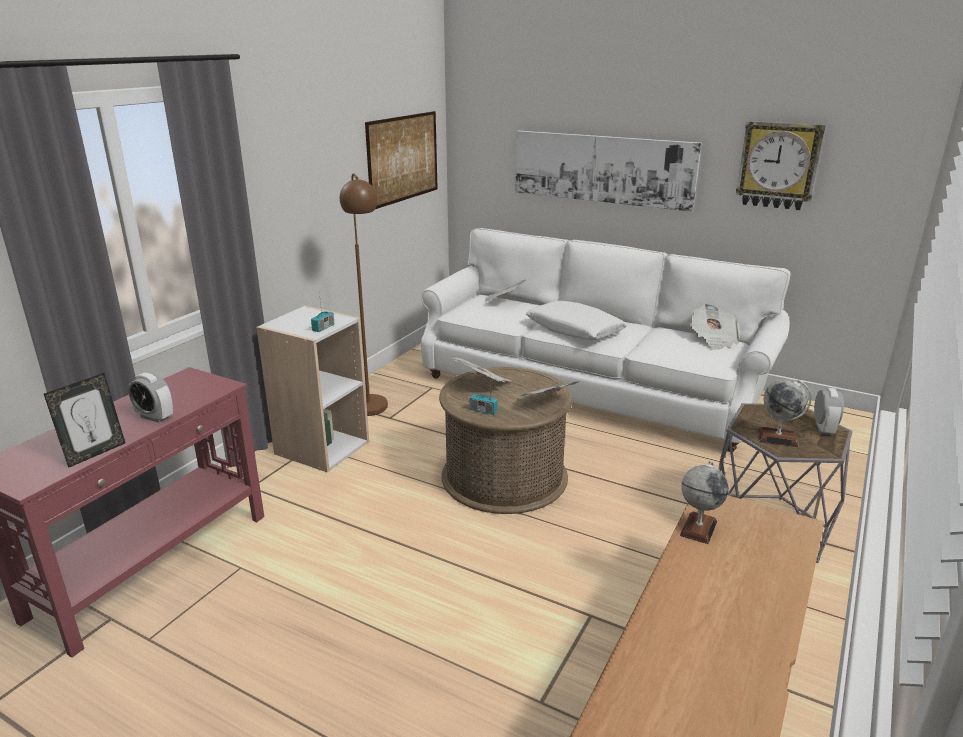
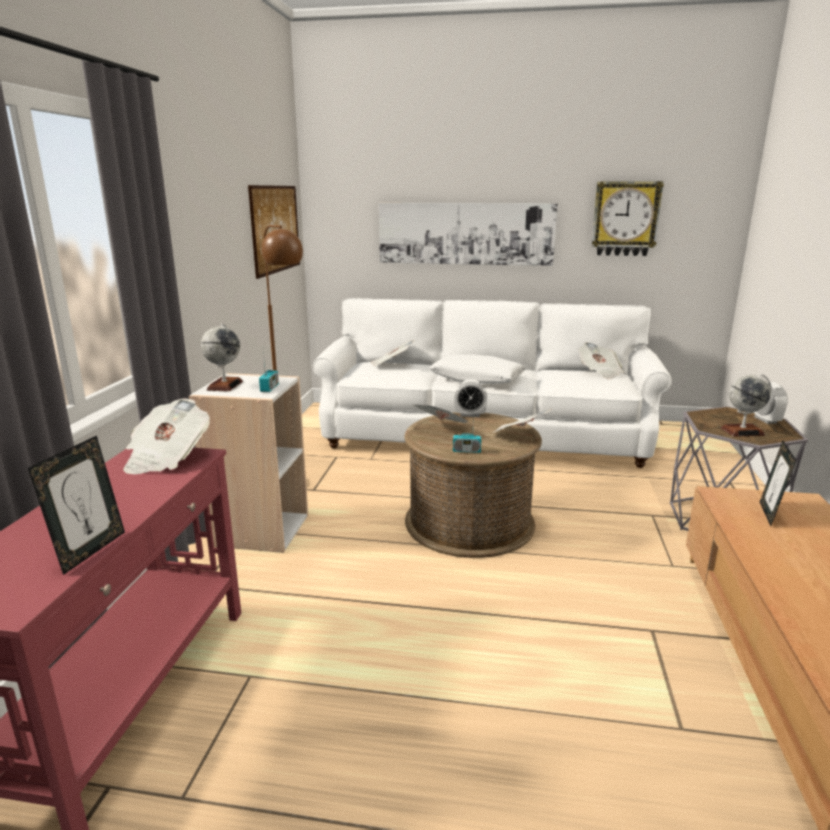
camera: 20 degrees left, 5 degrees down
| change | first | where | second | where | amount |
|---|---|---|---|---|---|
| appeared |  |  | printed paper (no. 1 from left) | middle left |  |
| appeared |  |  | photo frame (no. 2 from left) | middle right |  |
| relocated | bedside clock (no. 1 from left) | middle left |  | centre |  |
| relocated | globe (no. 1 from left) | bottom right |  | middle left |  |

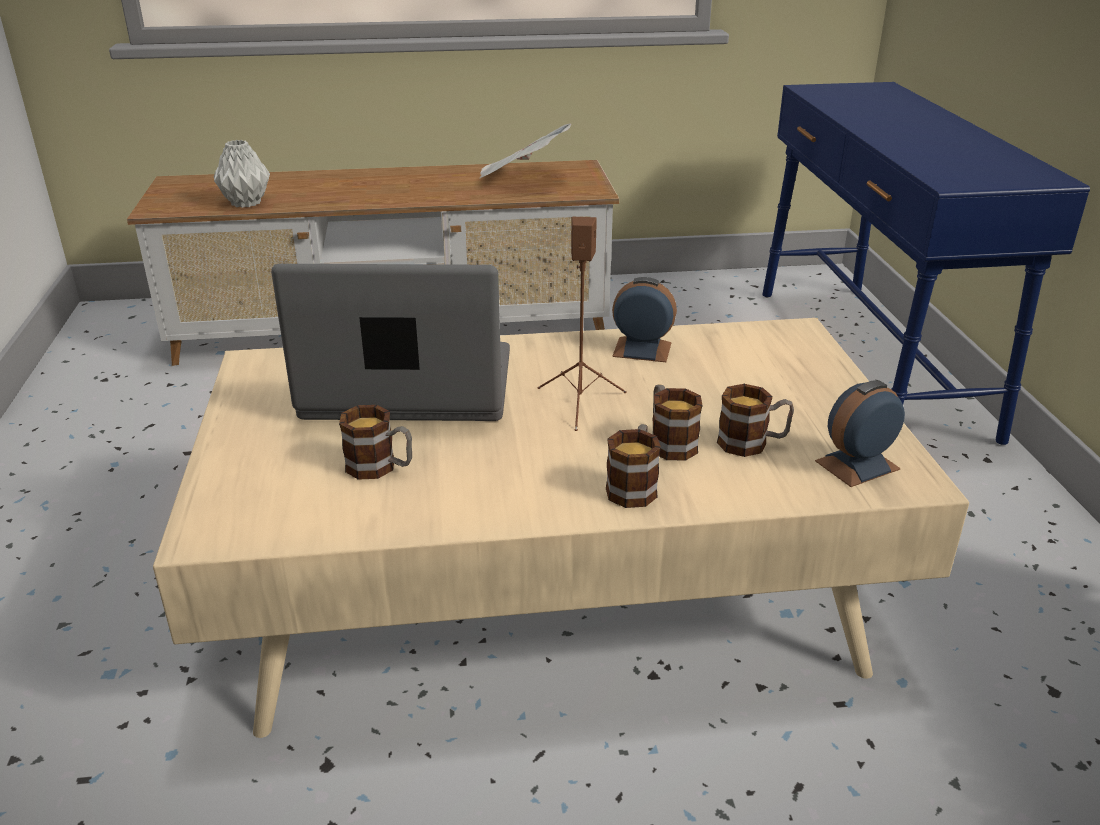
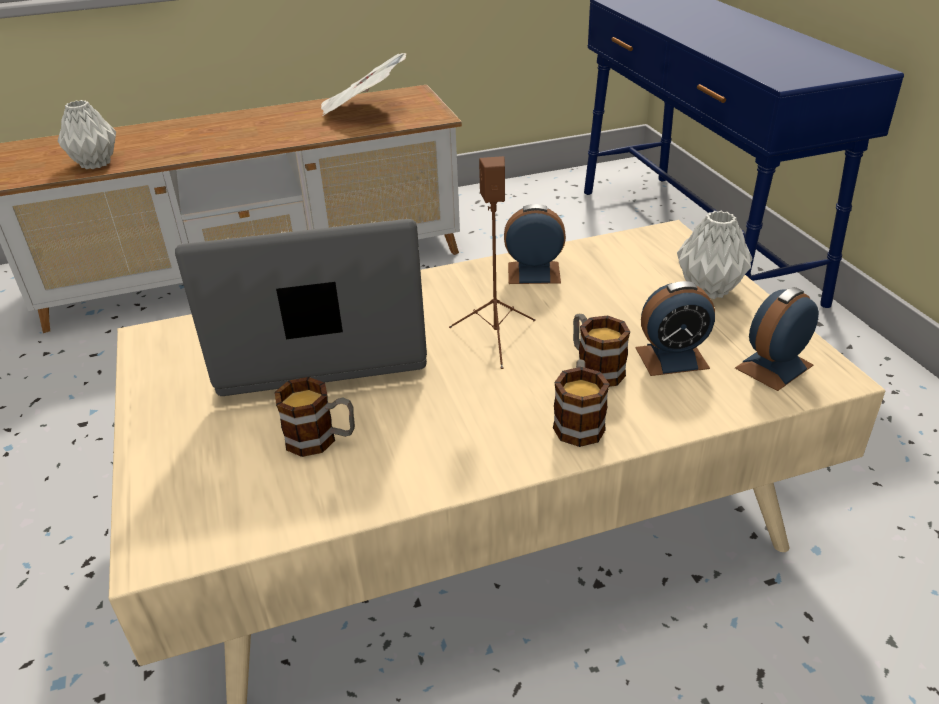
camera: 10 degrees left, 5 degrees up
| change | first | where | second | where | amount |
|---|---|---|---|---|---|
| appeared |  |  | flower vase (grey) (no. 2 from left) | middle right |  |
| exchanged | tea mug (no. 4 from left) | middle right | bedside clock (no. 2 from left) | middle right |  |

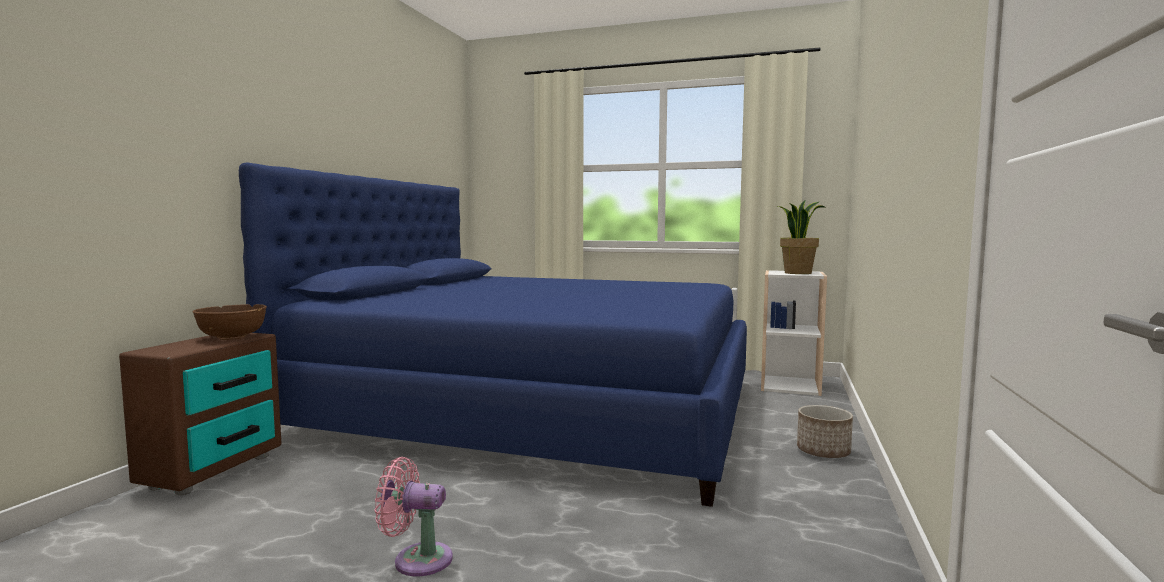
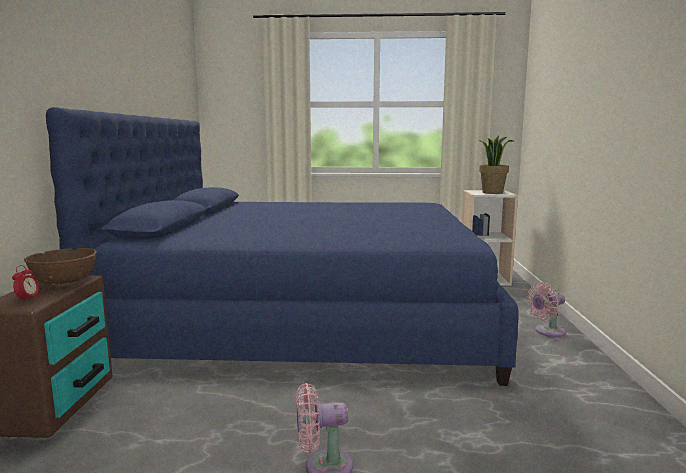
camera: 15 degrees left, 5 degrees up
| change | first | where | second | where | amount |
|---|---|---|---|---|---|
| appeared |  |  | bedside clock | middle left |  |
| exchanged | plant pot | bottom right | fan (pink) (no. 2 from left) | middle right |  |

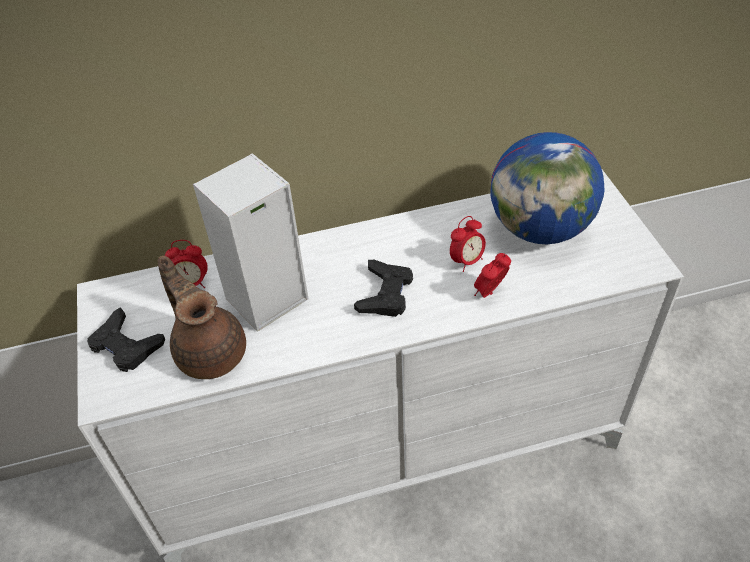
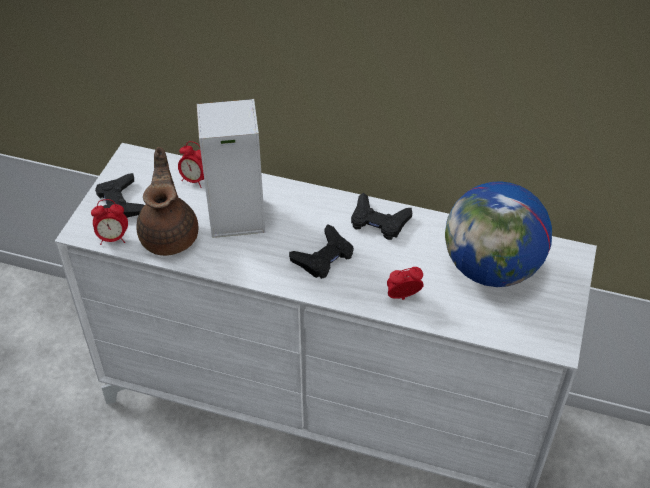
camera: 30 degrees right, 0 degrees up
| change | first | where | second | where | amount |
|---|---|---|---|---|---|
| appeared |  |  | joypad (black-coloured) (no. 3 from left) | centre |  |
| relocated | bedside clock (no. 2 from left in the first image) | centre | bedside clock (no. 1 from left) | middle left |  |

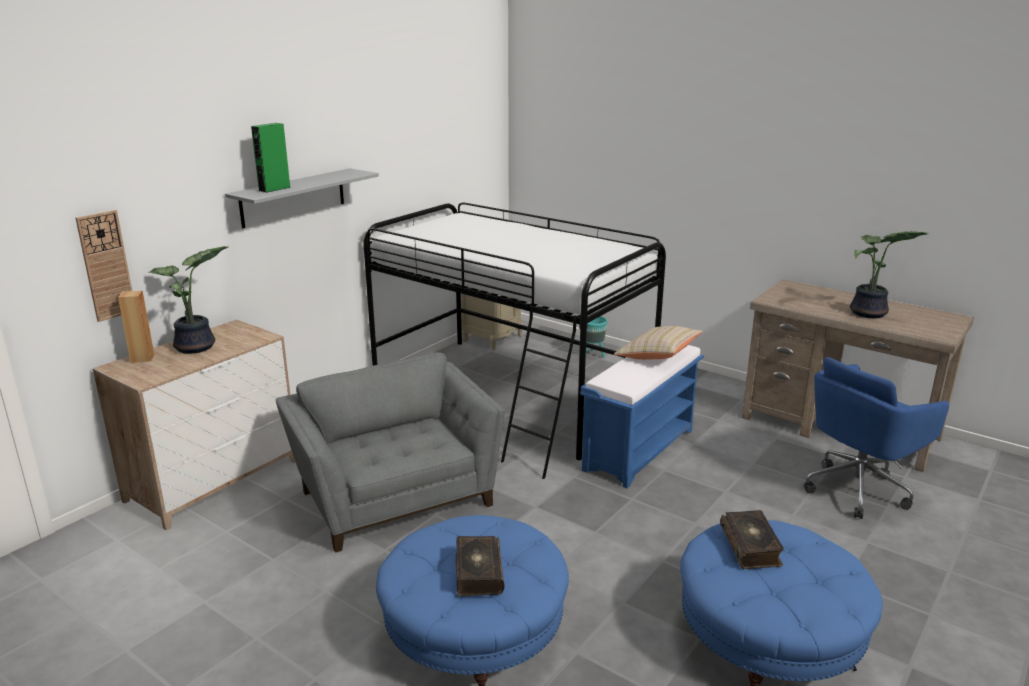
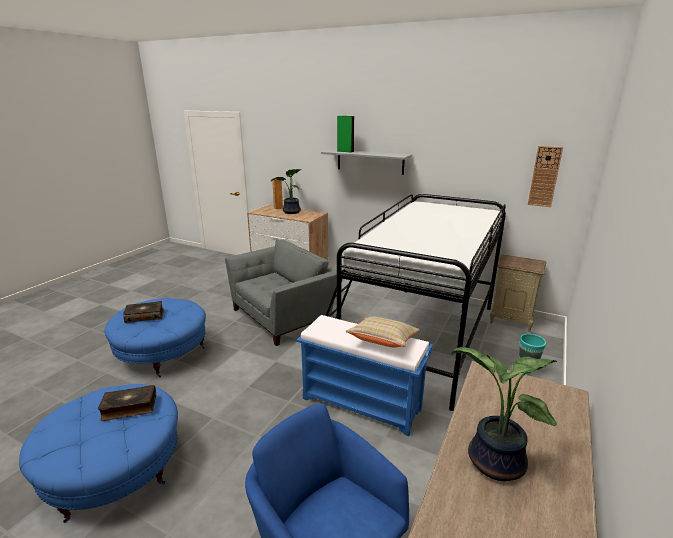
camera: 80 degrees right, 0 degrees up
| change | first | where | second | where | amount |
|---|---|---|---|---|---|
| relocated | hanging clock | middle left |  | top right |  |

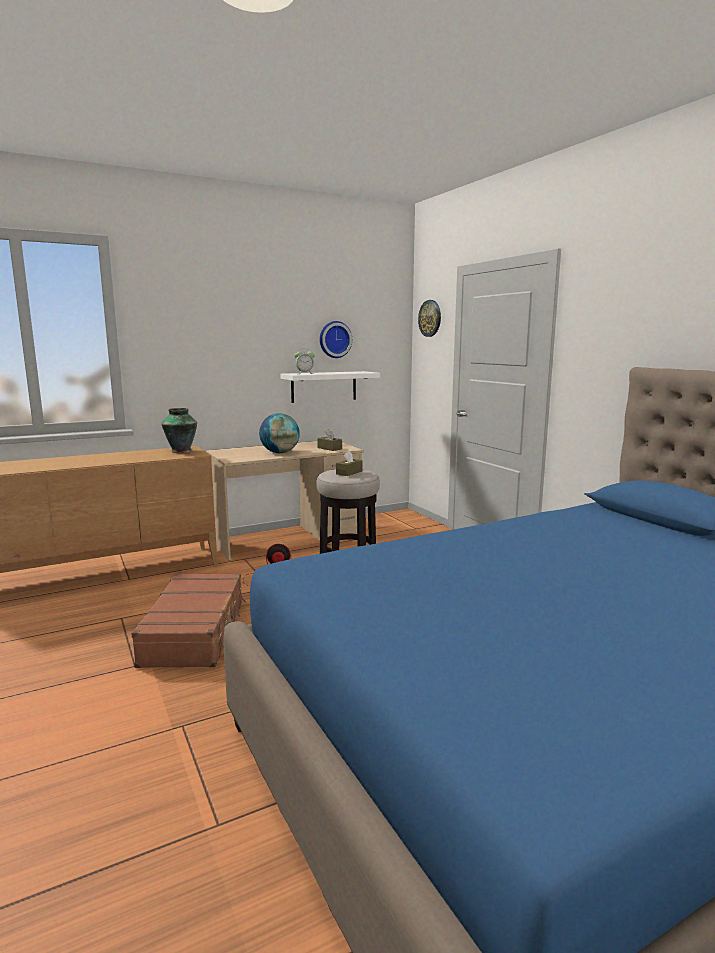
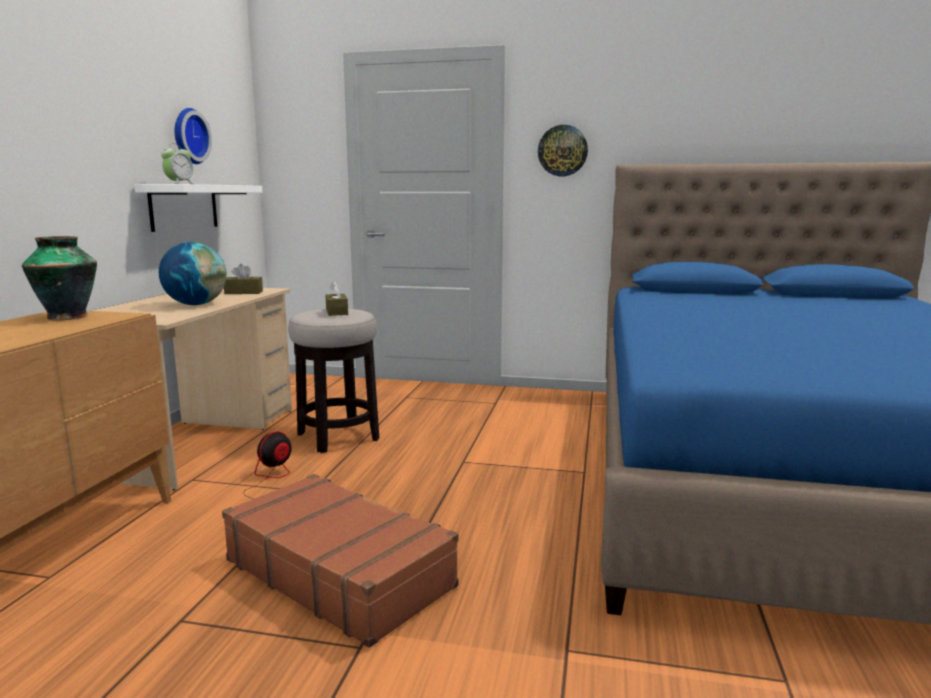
camera: 50 degrees left, 0 degrees up
| change | first | where | second | where | amount |
|---|---|---|---|---|---|
| relocated | hanging clock (no. 2 from left) | centre |  | top centre |  |

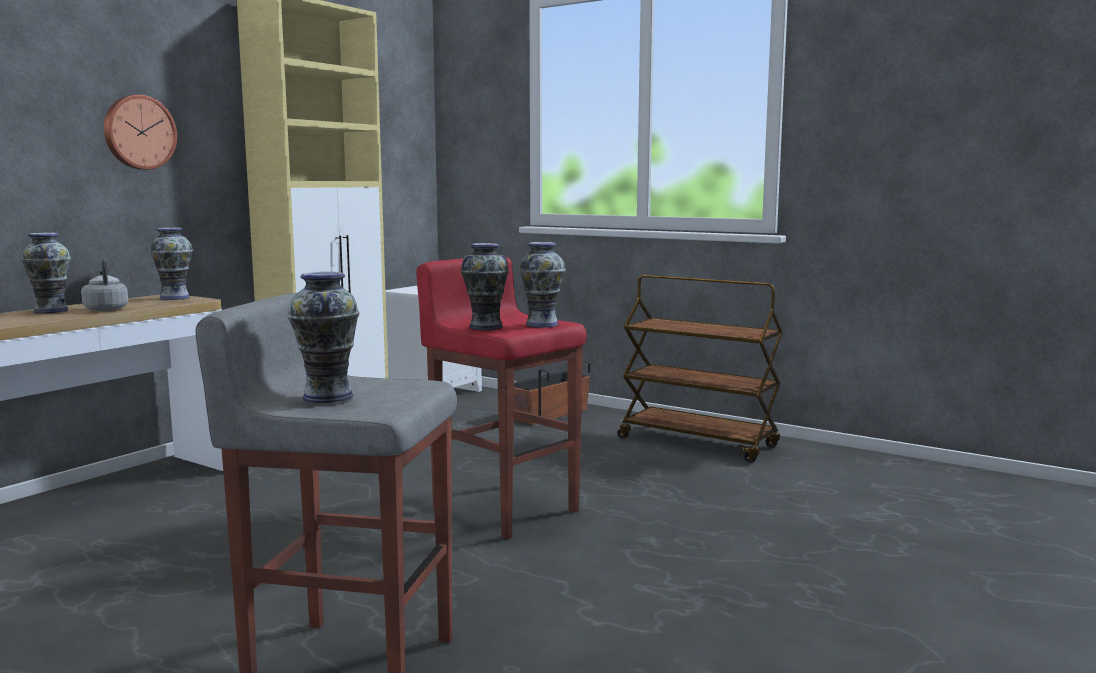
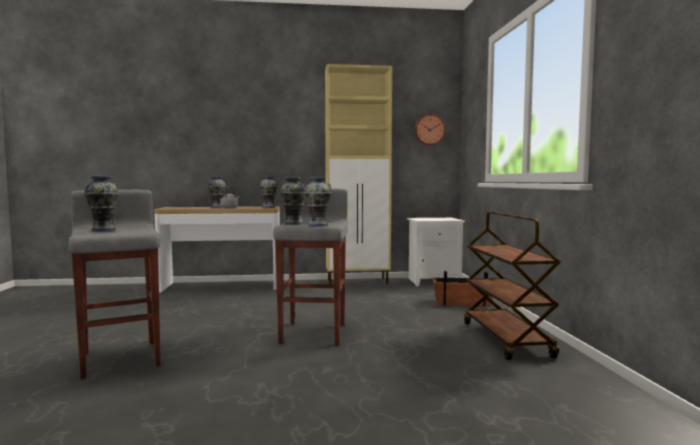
camera: 50 degrees right, 5 degrees down
| change | first | where | second | where | amount |
|---|---|---|---|---|---|
| relocated | hanging clock | top left |  | top centre |  |
| colour | sitting stool (red) | centre | sitting stool (grey) (no. 2 from left) | centre |  |

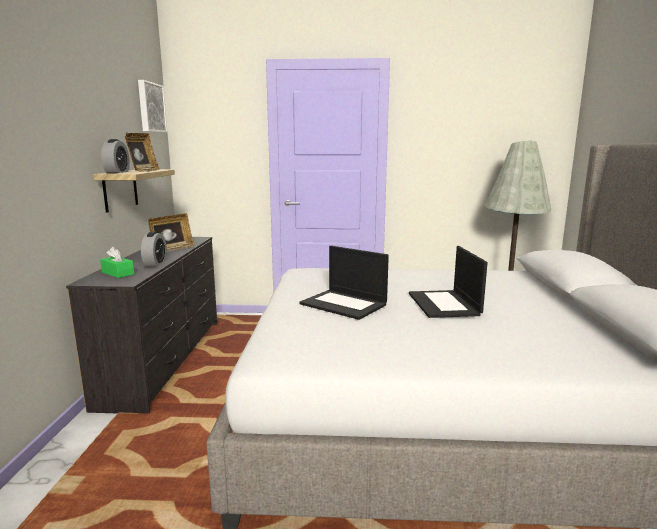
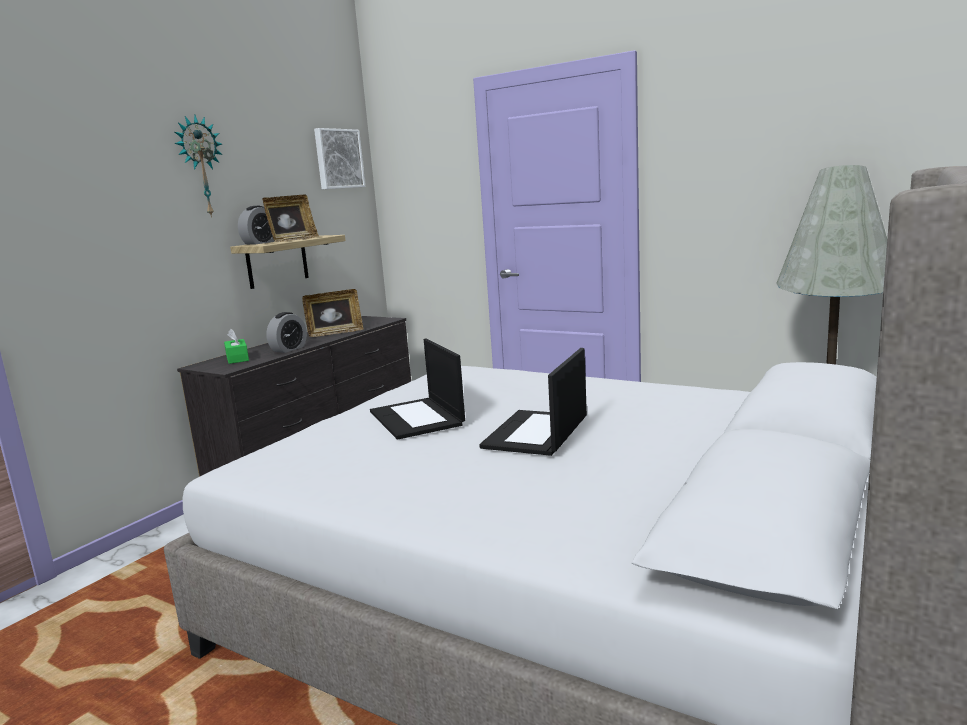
camera: 30 degrees right, 0 degrees up
| change | first | where | second | where | amount |
|---|---|---|---|---|---|
| appeared |  |  | hanging clock | top left |  |

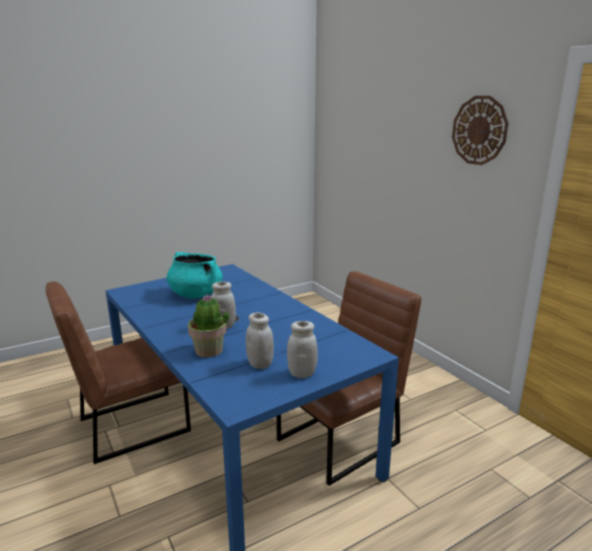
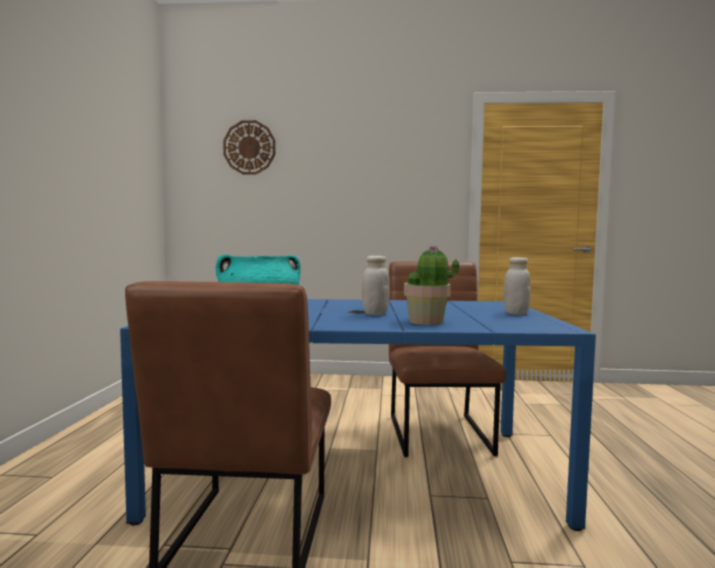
camera: 55 degrees left, 15 degrees down
| change | first | where | second | where | amount |
|---|---|---|---|---|---|
| missing | storage jar (white) (no. 2 from left) | centre |  |  |  |
| relocated | hanging clock | top right |  | top centre |  |

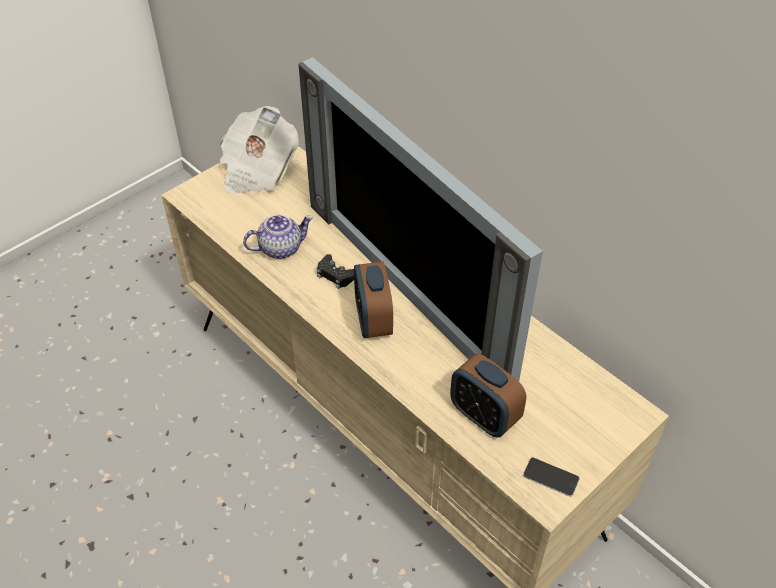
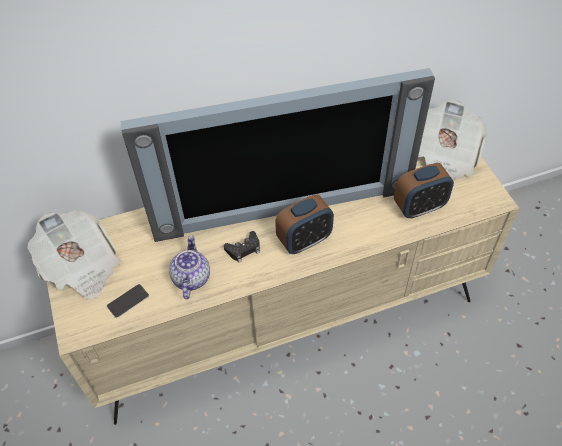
camera: 65 degrees left, 5 degrees up
| change | first | where | second | where | amount |
|---|---|---|---|---|---|
| appeared |  |  | printed paper (no. 2 from left) | top right |  |
| relocated | telephone | bottom right |  | bottom left |  |
| spun | bedside clock (no. 1 from left) | centre |  | centre | 45 degrees counterclockwise |

